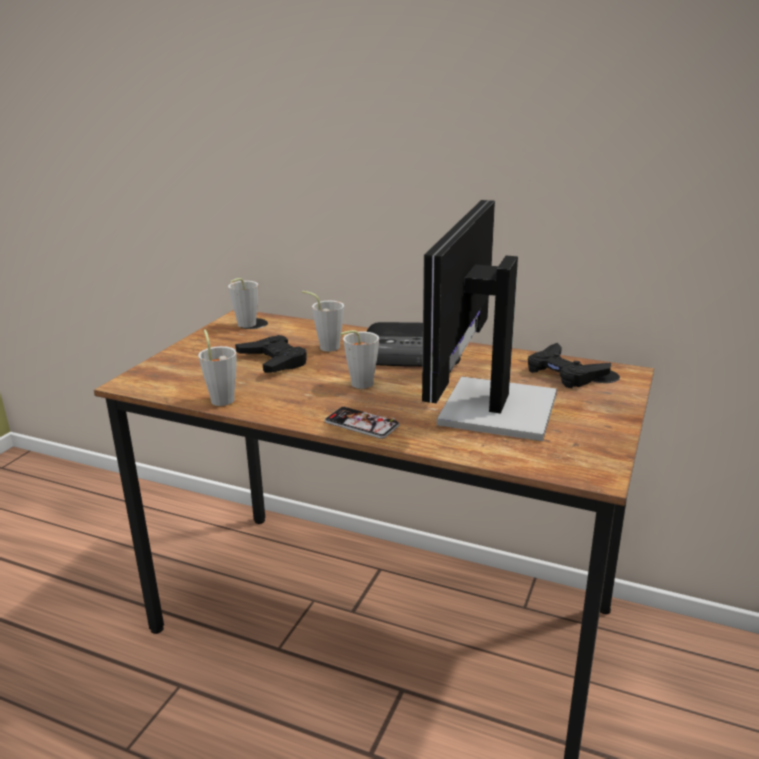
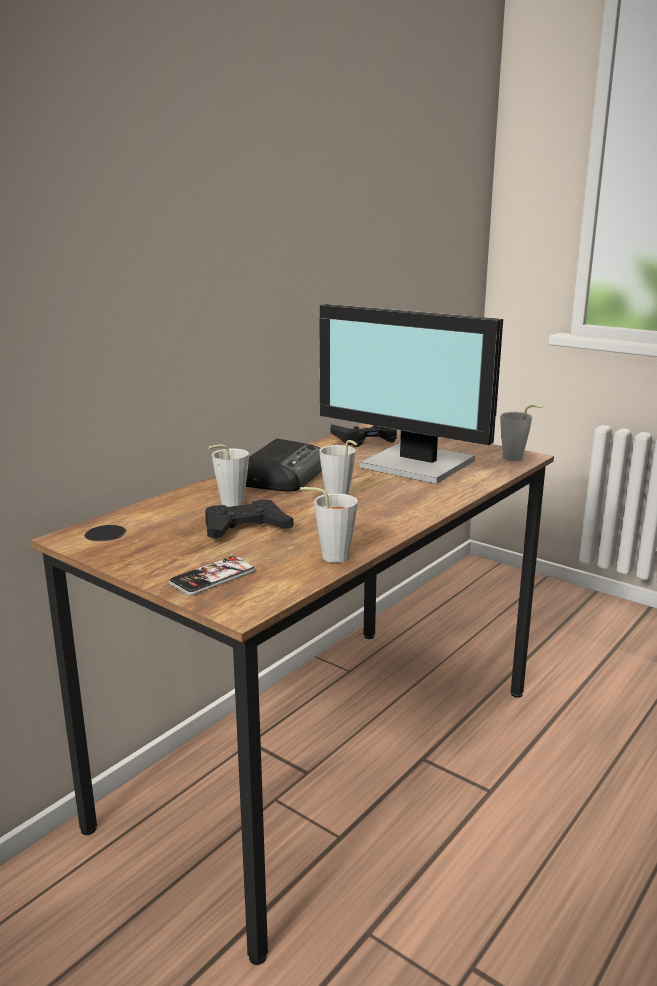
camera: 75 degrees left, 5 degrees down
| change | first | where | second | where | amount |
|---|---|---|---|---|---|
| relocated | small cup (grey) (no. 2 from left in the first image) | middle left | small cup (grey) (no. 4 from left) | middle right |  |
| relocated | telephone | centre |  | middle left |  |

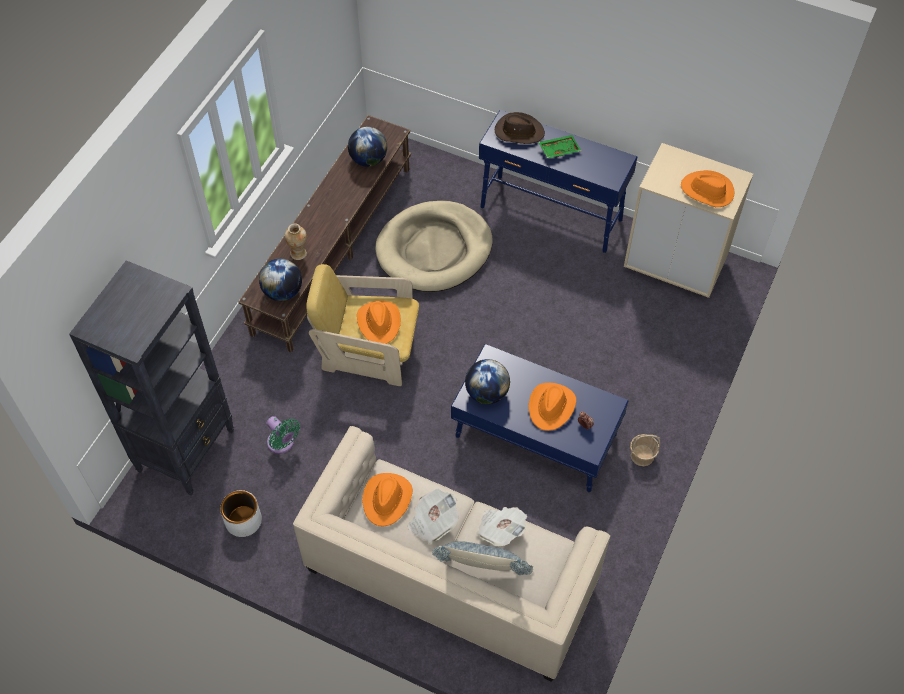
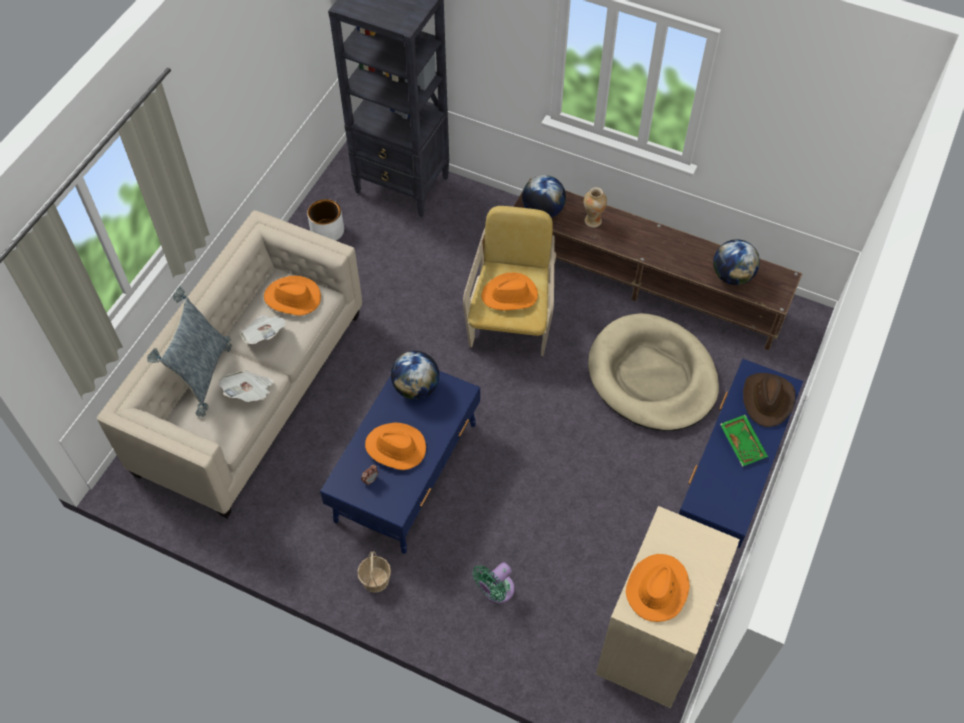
camera: 90 degrees right, 0 degrees up
| change | first | where | second | where | amount |
|---|---|---|---|---|---|
| relocated | fan (greenish) | middle left |  | bottom centre |  |

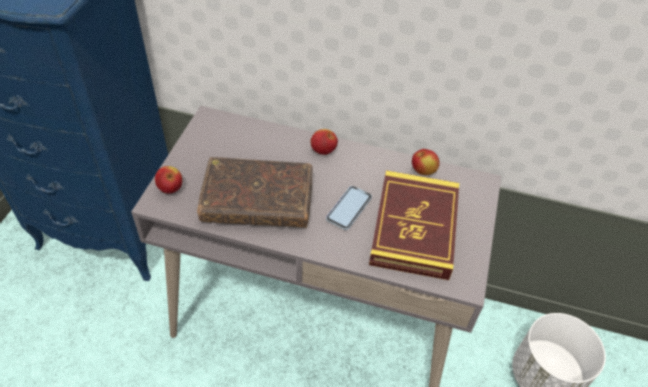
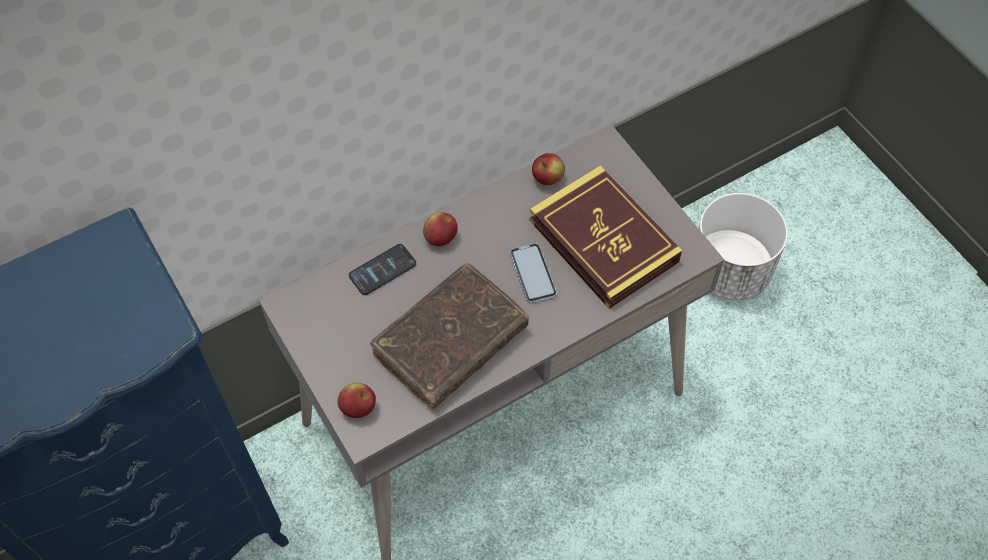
camera: 45 degrees left, 10 degrees up
| change | first | where | second | where | amount |
|---|---|---|---|---|---|
| appeared |  |  | telephone (no. 1 from left) | centre |  |

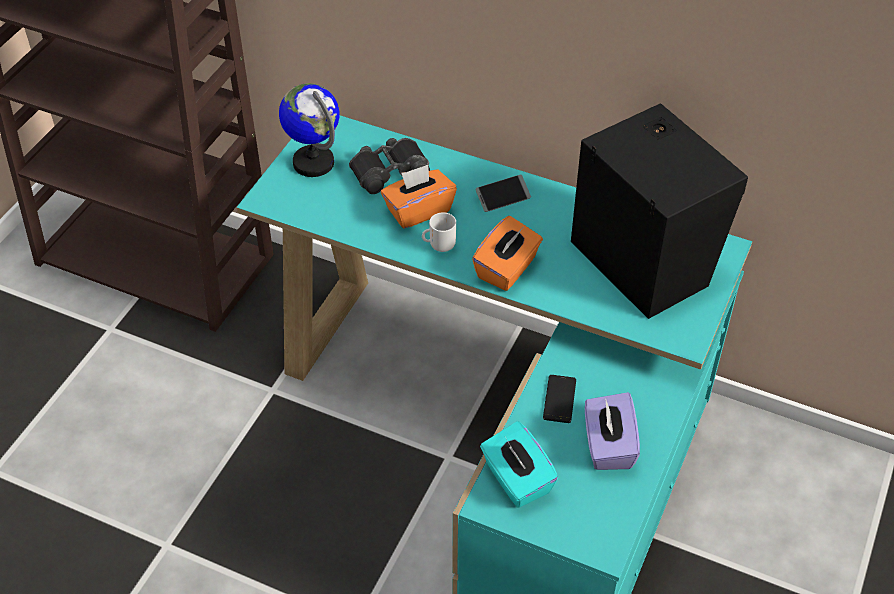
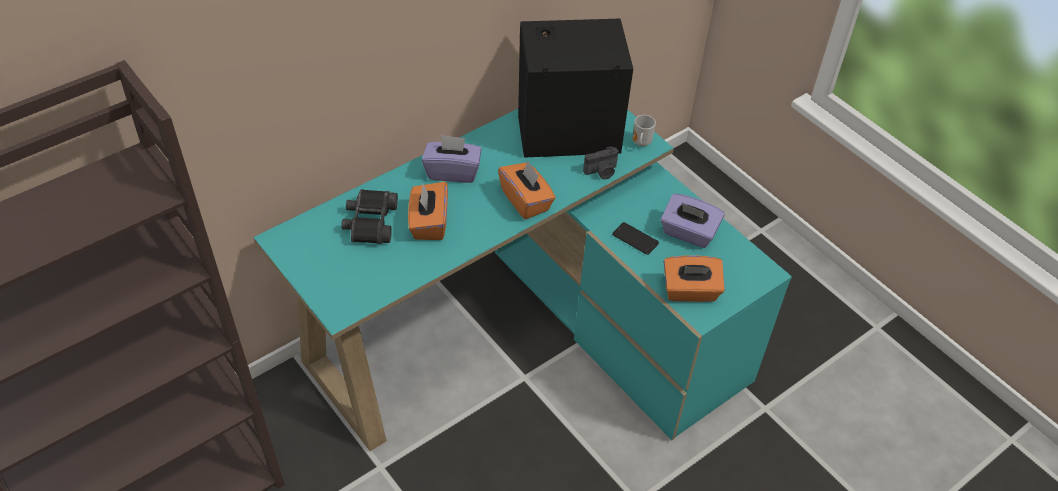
camera: 65 degrees left, 0 degrees up
| change | first | where | second | where | amount |
|---|---|---|---|---|---|
| missing | globe | top centre |  |  |  |
| appeared |  |  | still camera | top centre |  |
| relocated | tea mug | centre |  | top centre |  |
| exchanged | telephone (no. 1 from left) | top centre | box of tissues (purple-coloured) (no. 1 from left) | top centre |  |
| colour | box of tissues (turquoise-coloured) | bottom centre | box of tissues (orange) (no. 3 from left) | centre |  |

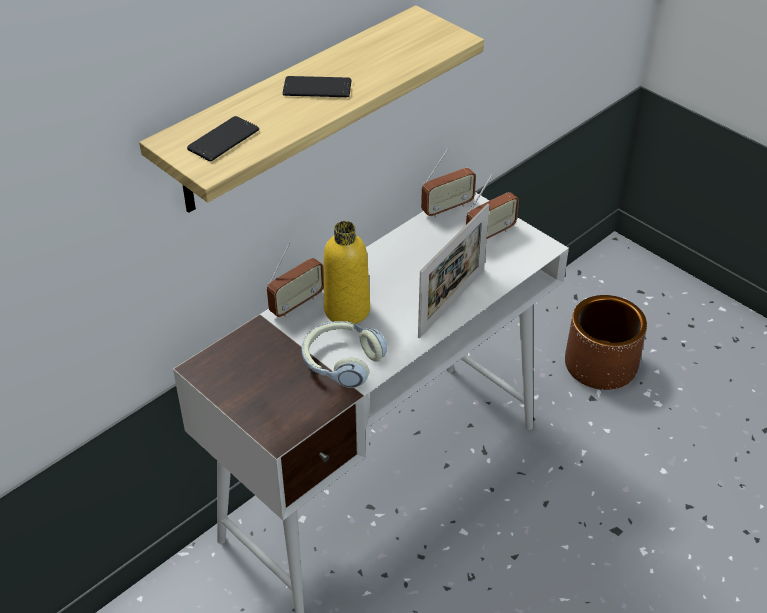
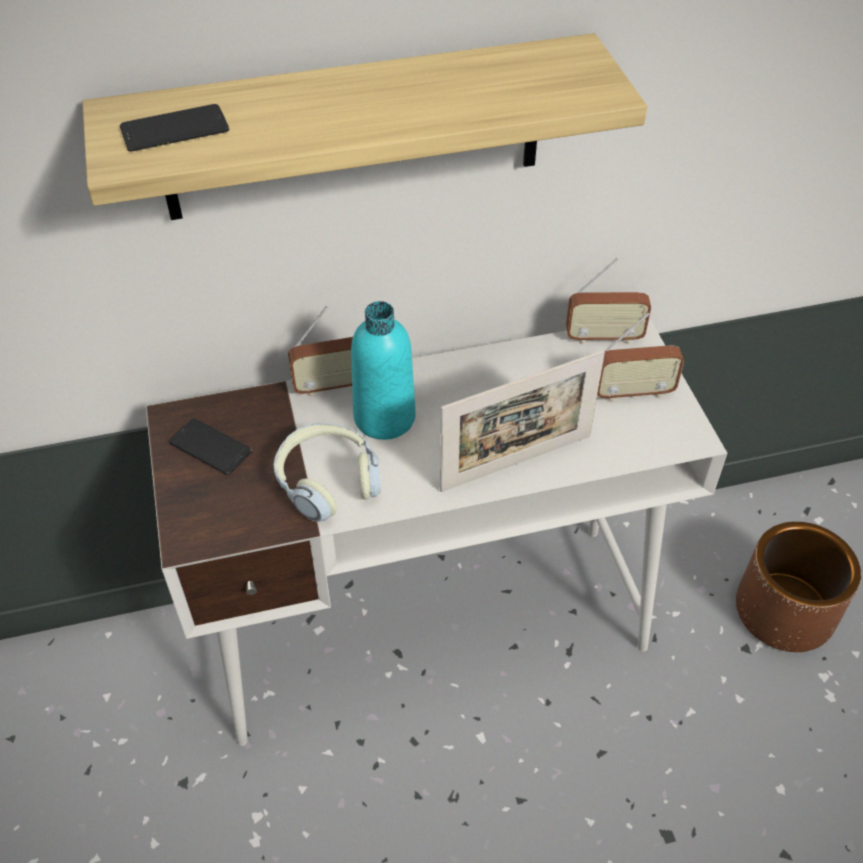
camera: 30 degrees right, 5 degrees up
| change | first | where | second | where | amount |
|---|---|---|---|---|---|
| relocated | telephone (no. 2 from left) | top centre |  | middle left |  |
| colour | drink bottle (yellow-coloured) | centre | drink bottle (turquoise-coloured) | centre |  |

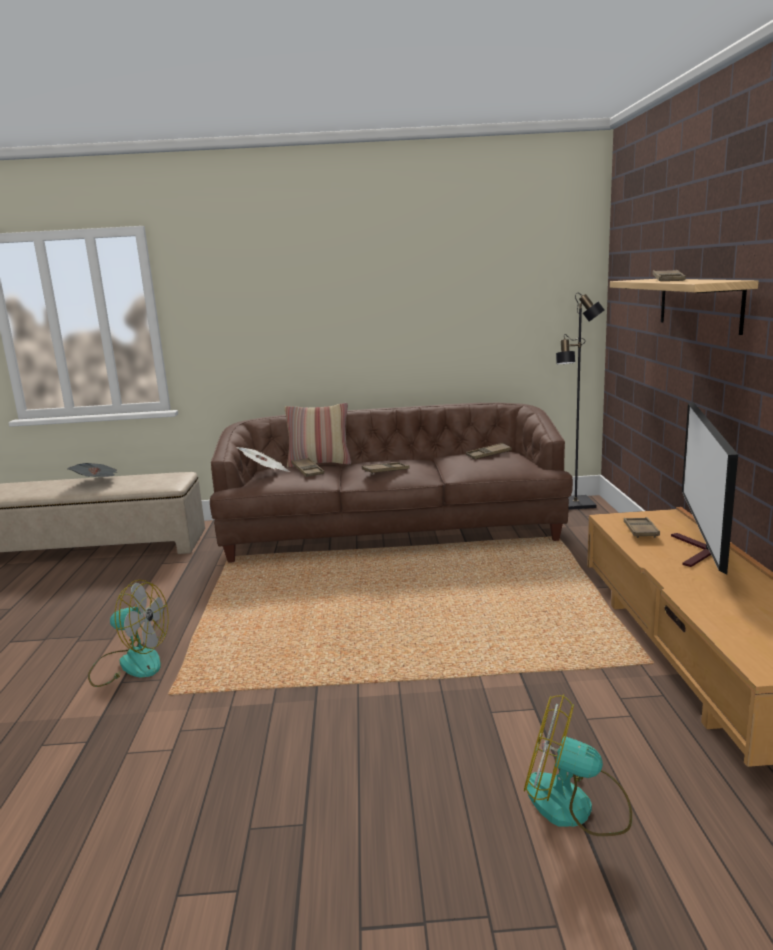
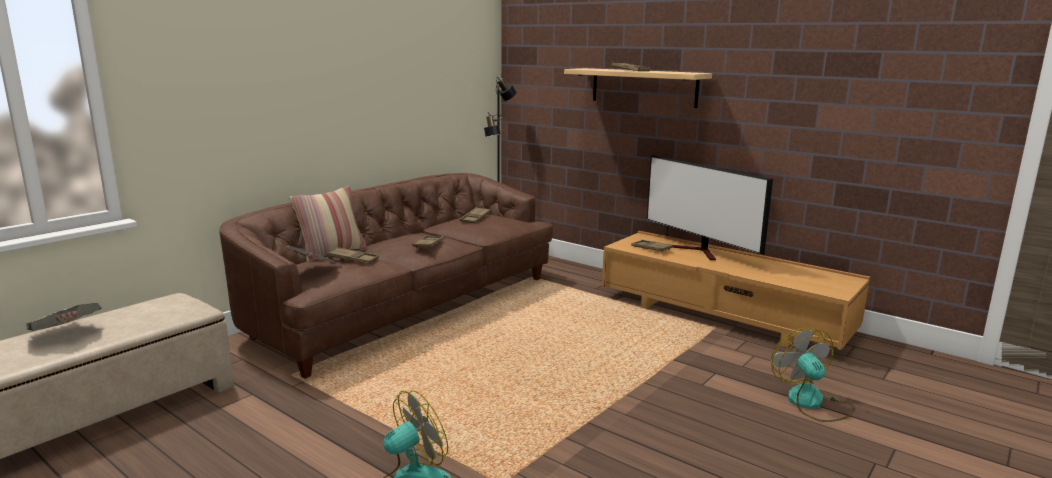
camera: 50 degrees left, 0 degrees up
| change | first | where | second | where | amount |
|---|---|---|---|---|---|
| spun | fan (no. 2 from left) | bottom right |  | bottom right | 105 degrees clockwise |

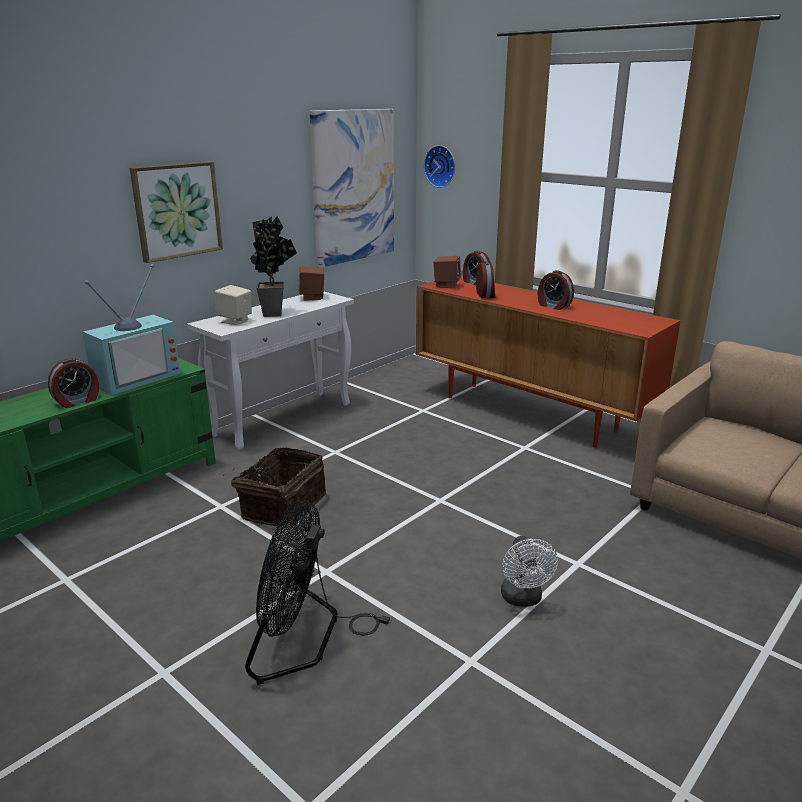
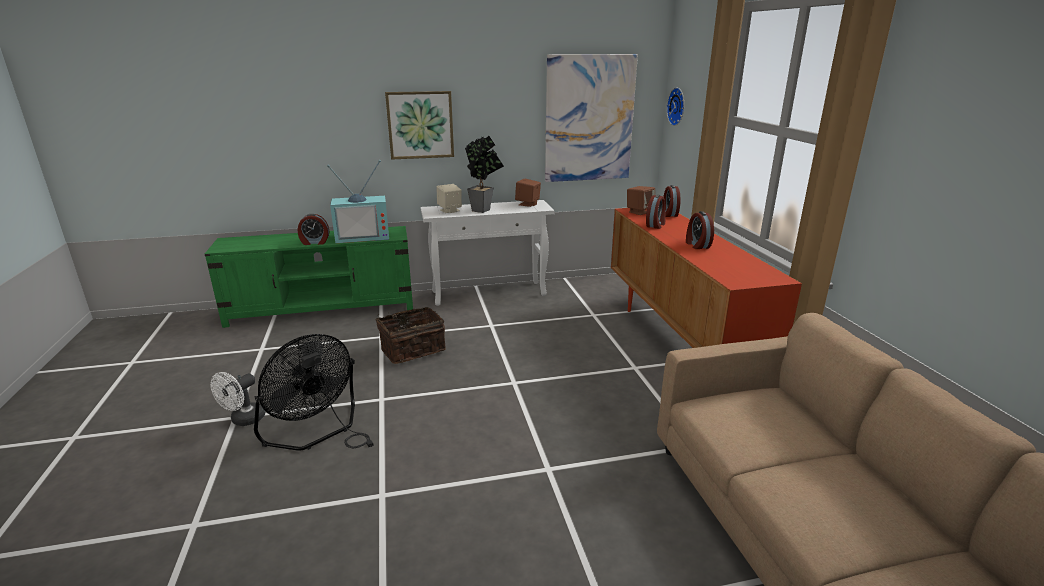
camera: 35 degrees right, 0 degrees up
| change | first | where | second | where | amount |
|---|---|---|---|---|---|
| relocated | fan (white) | bottom centre |  | bottom left |  |

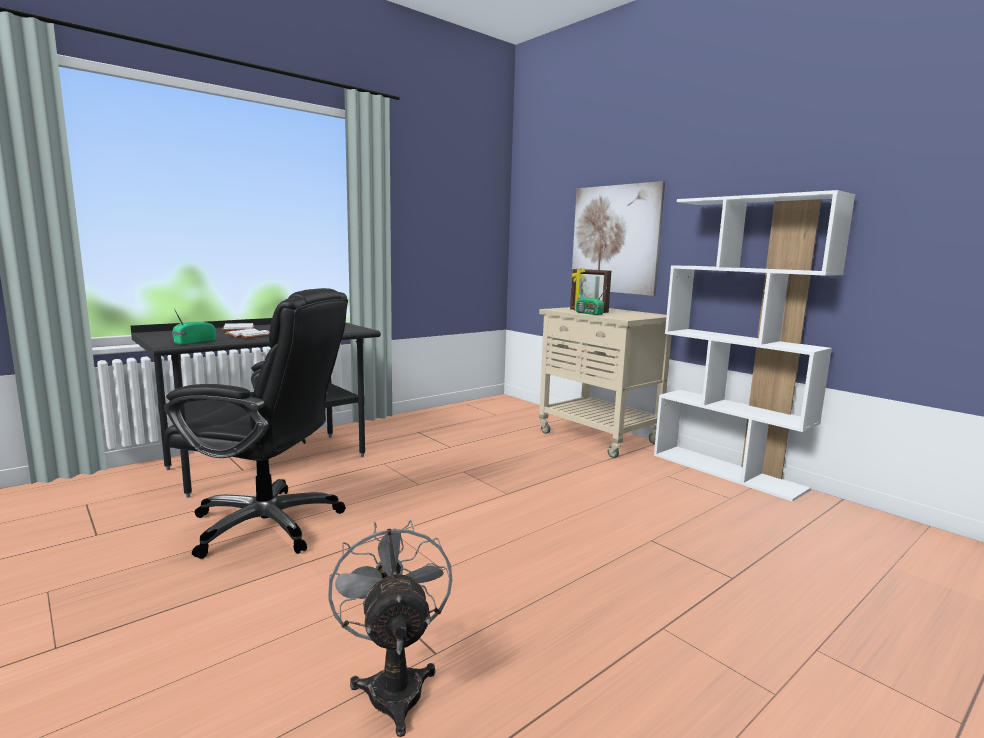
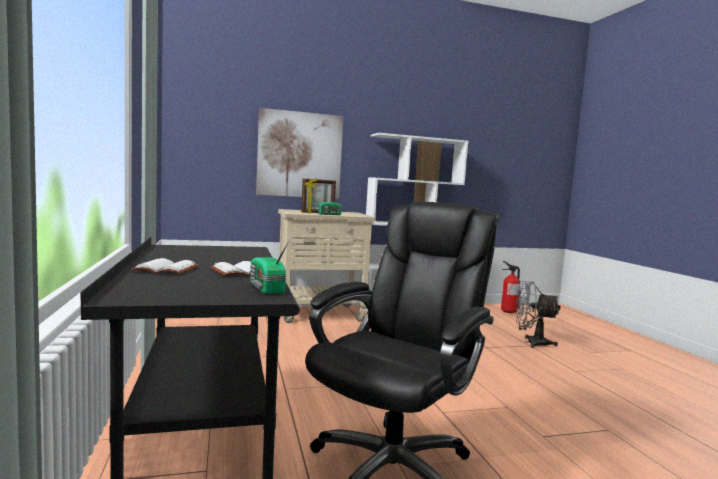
camera: 65 degrees left, 5 degrees down
| change | first | where | second | where | amount |
|---|---|---|---|---|---|
| appeared |  |  | extinguisher | middle right |  |
| relocated | fan (grey) | bottom centre |  | middle right |  |

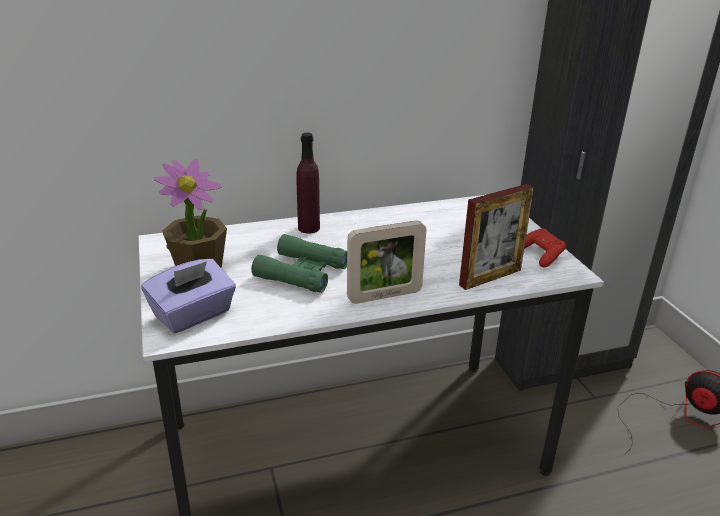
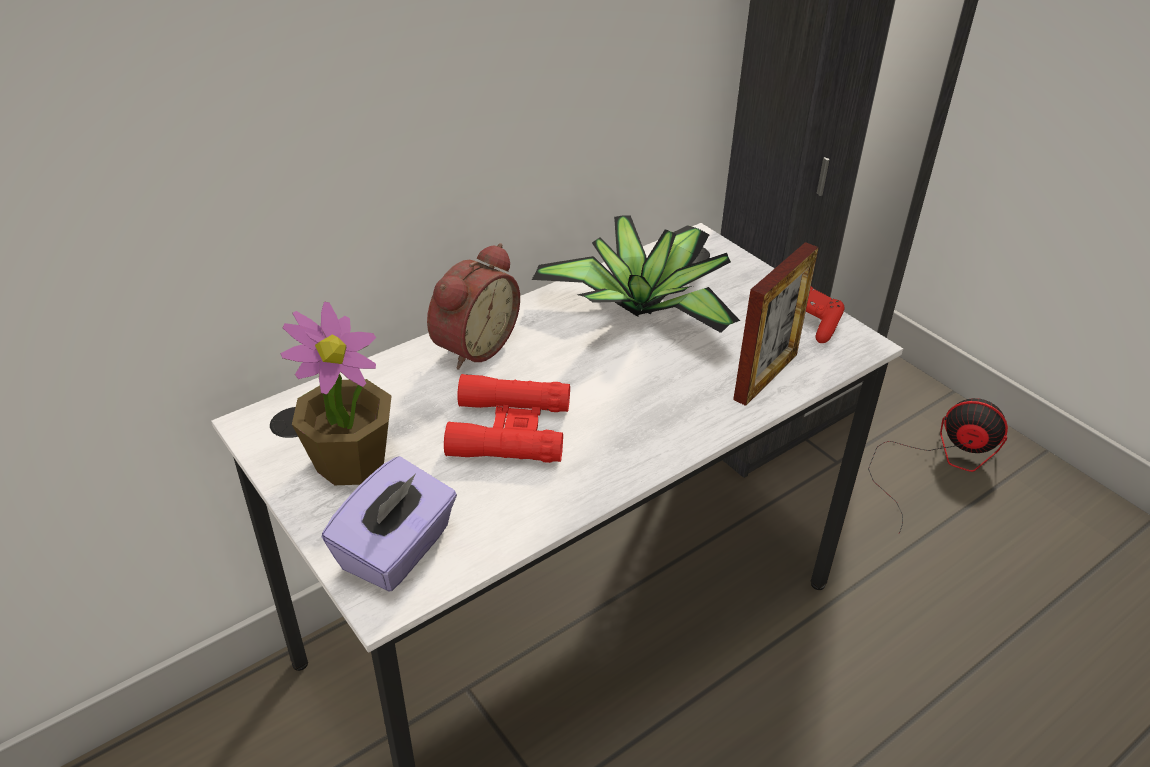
camera: 20 degrees left, 10 degrees up
| change | first | where | second | where | amount |
|---|---|---|---|---|---|
| missing | photo frame (no. 1 from left) | centre |  |  |  |
| appeared |  |  | houseplant (no. 2 from left) | centre |  |
| exchanged | drink bottle (purple-coloured) | centre | bedside clock | centre |  |
| colour | binoculars (greenish) | centre | binoculars (red) | centre |  |

